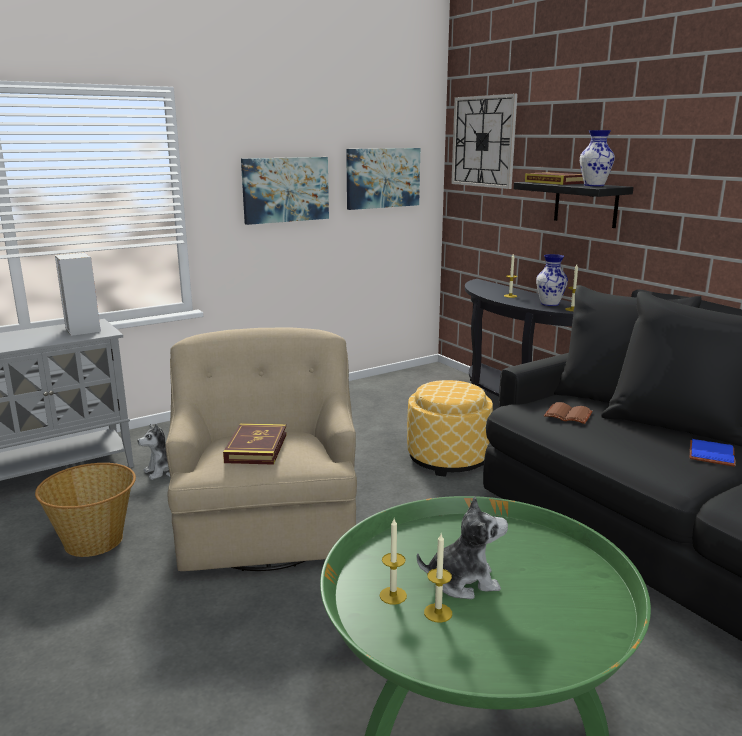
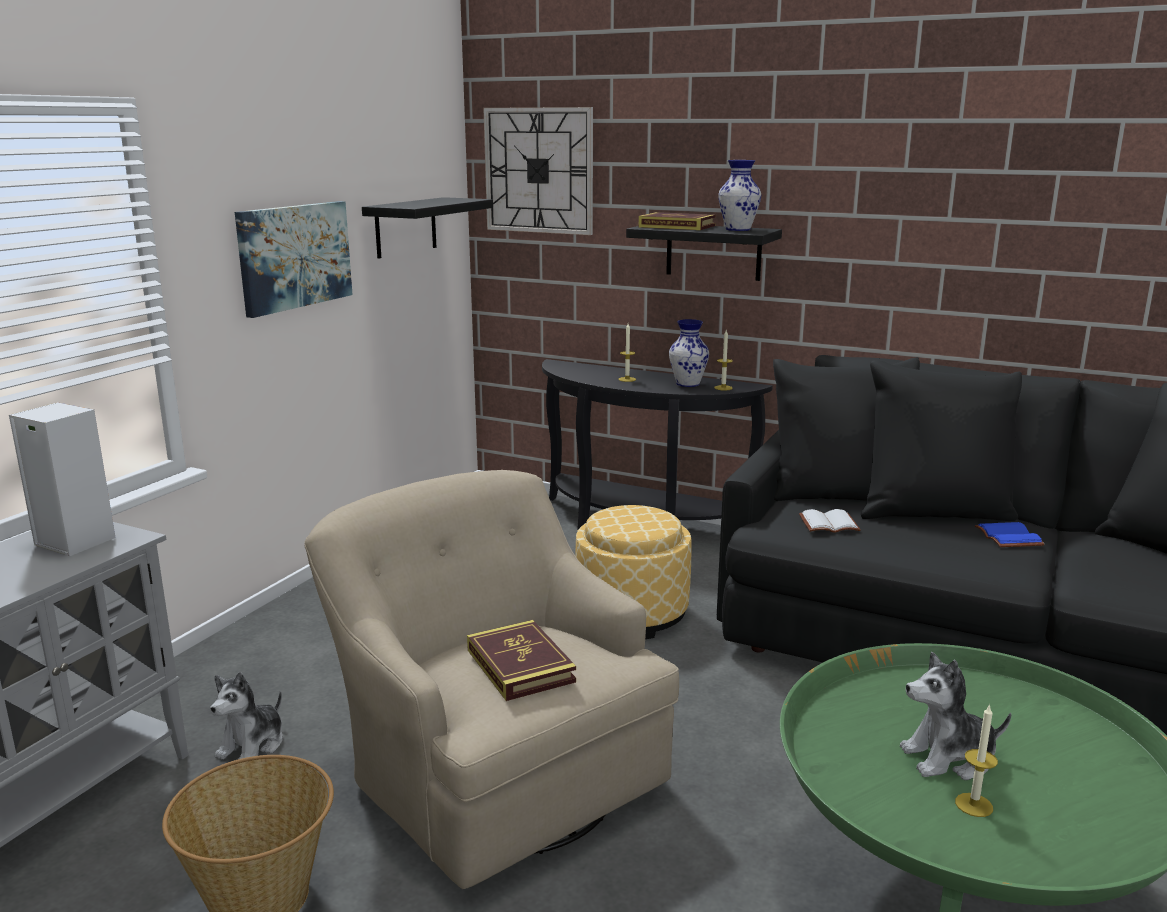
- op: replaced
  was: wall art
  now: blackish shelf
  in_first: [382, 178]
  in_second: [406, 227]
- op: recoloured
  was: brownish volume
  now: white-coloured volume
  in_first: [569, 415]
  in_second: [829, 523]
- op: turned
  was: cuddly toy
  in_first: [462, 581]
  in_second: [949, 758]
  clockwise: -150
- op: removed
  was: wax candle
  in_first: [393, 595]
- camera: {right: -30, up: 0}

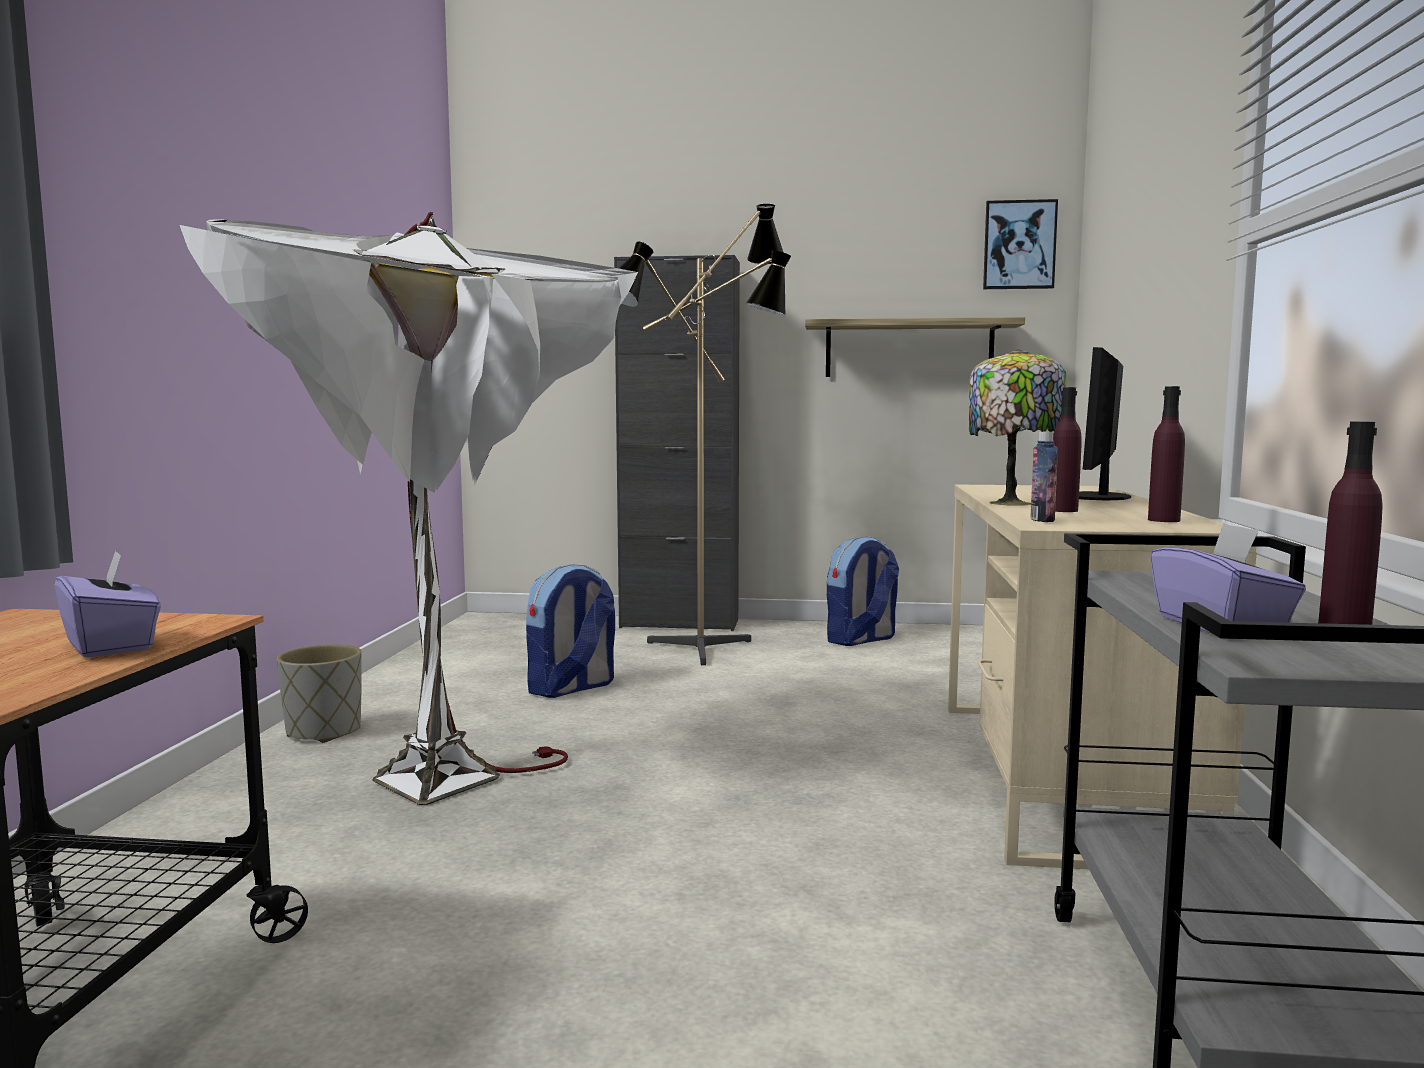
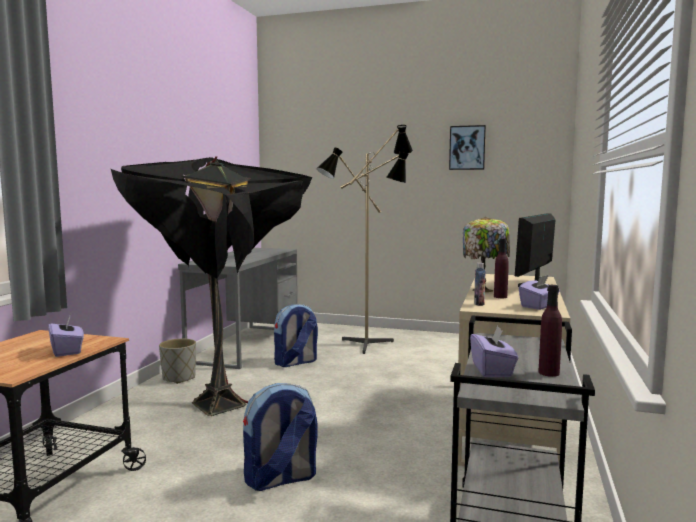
- op: recoloured
  was: white-coloured floor lamp
  now: blackish floor lamp
  in_first: [452, 790]
  in_second: [224, 410]
- op: added
  now: greyish desk table
  in_second: [246, 345]
- op: moved
  was: knapsack
  in_first: [860, 640]
  in_second: [280, 479]
- op: moved
  was: wall art
  in_first: [1019, 245]
  in_second: [467, 147]
- op: replaced
  was: purplish bottle
  now: purplish tissue holder
  in_first: [1163, 520]
  in_second: [538, 306]
- op: removed
  was: blackish storage cabinet
  in_first: [679, 623]
- op: removed
  was: shelf
  in_first: [909, 349]
- camera: {right: 10, up: 0}

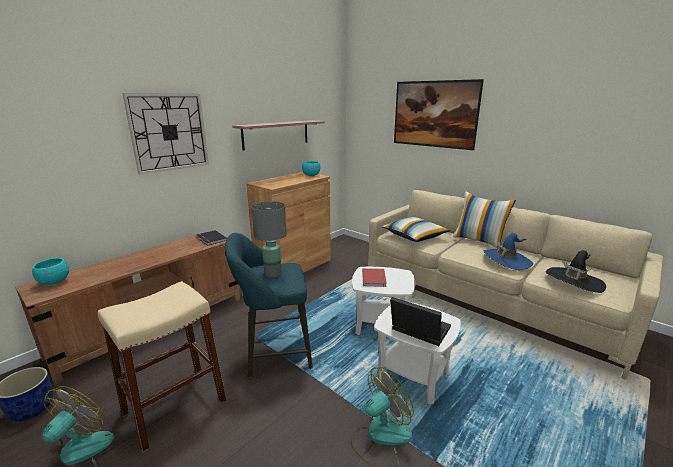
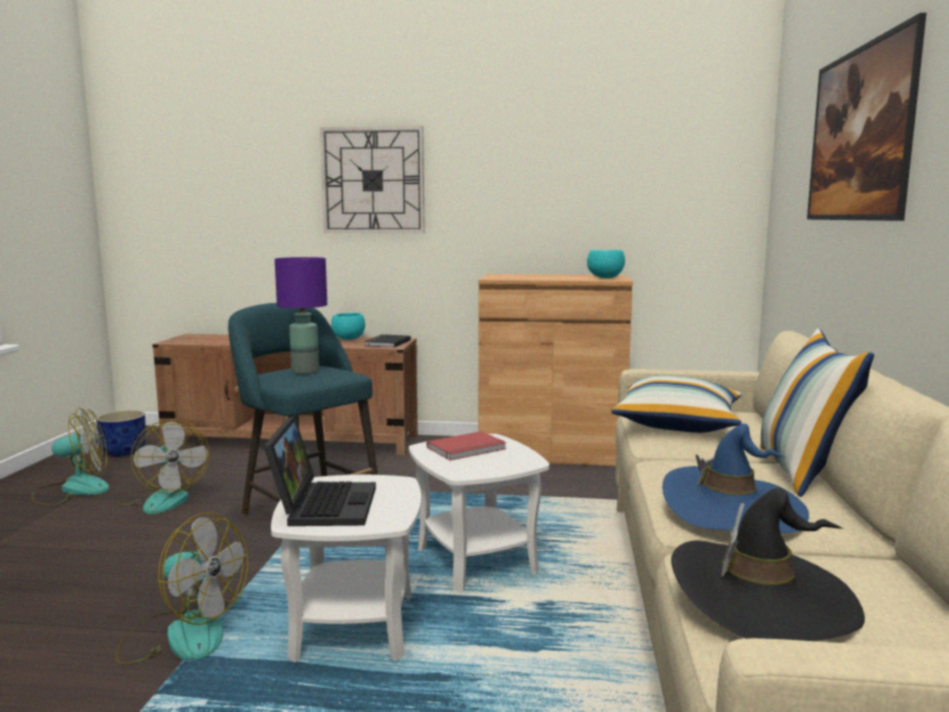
- op: replaced
  was: beige-coloured stool
  now: cooling fan
  in_first: [175, 406]
  in_second: [163, 499]
- op: recoloured
  was: greyish table lamp
  now: purplish table lamp
  in_first: [273, 274]
  in_second: [305, 371]
- op: moved
  was: blue-green deep dish
  in_first: [54, 282]
  in_second: [348, 339]
- op: removed
  was: shelf
  in_first: [276, 134]
- camera: {right: 55, up: -10}

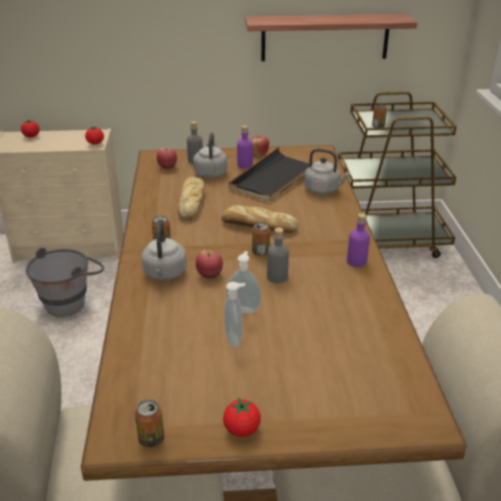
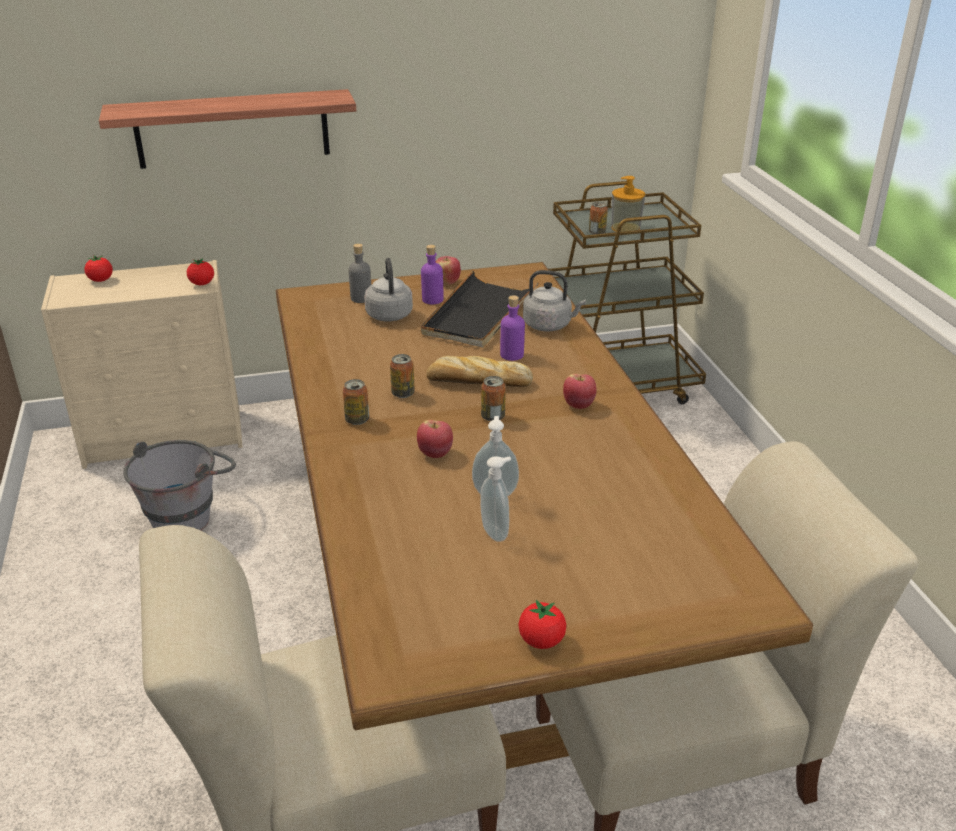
- op: moved
  was: shelf
  in_first: [325, 37]
  in_second: [232, 129]
- op: moved
  was: sealed can
  in_first: [151, 439]
  in_second: [403, 393]
- op: moved
  was: purplish bottle
  in_first: [356, 261]
  in_second: [512, 355]
- op: moved
  was: whole apple
  in_first: [167, 167]
  in_second: [579, 405]
- op: added
  now: liquid soap bottle
  in_second: [625, 228]
- op: removed
  was: greyish kettle
  in_first: [165, 274]
- op: removed
  was: bread
  in_first: [191, 202]
- op: removed
  was: greyish bottle
  in_first: [277, 277]
- camera: {right: -10, up: 0}

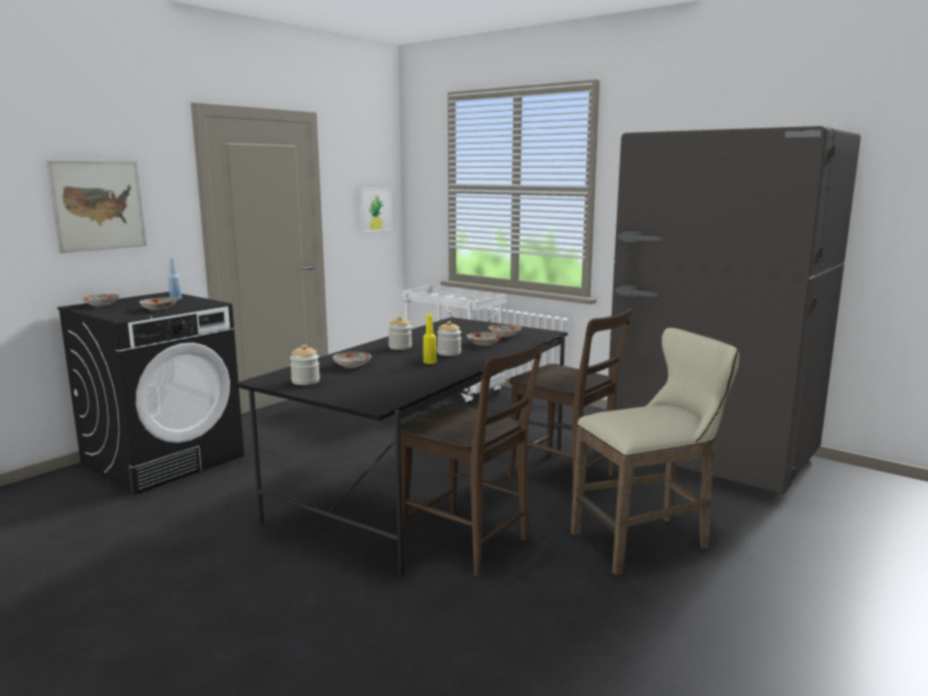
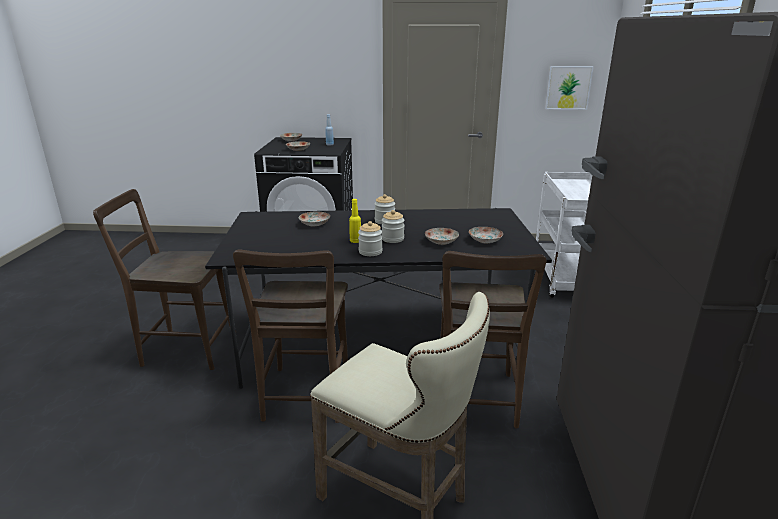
- op: added
  now: brownish plain chair
  in_second: [184, 348]
- op: moved
  was: jar
  in_first: [305, 381]
  in_second: [370, 252]
- op: removed
  was: wall art
  in_first: [98, 205]
- camera: {right: 55, up: 10}

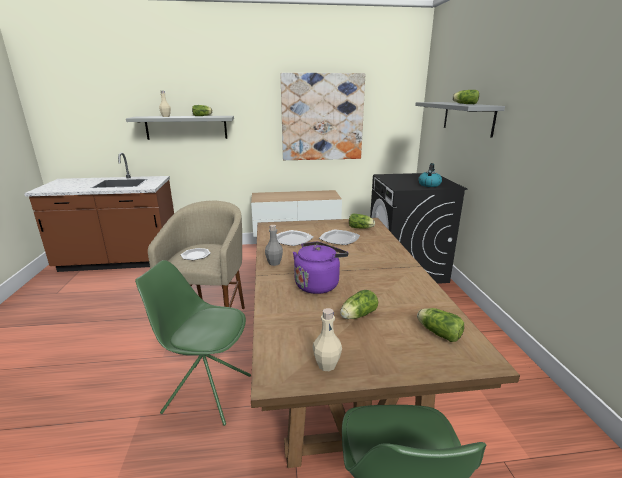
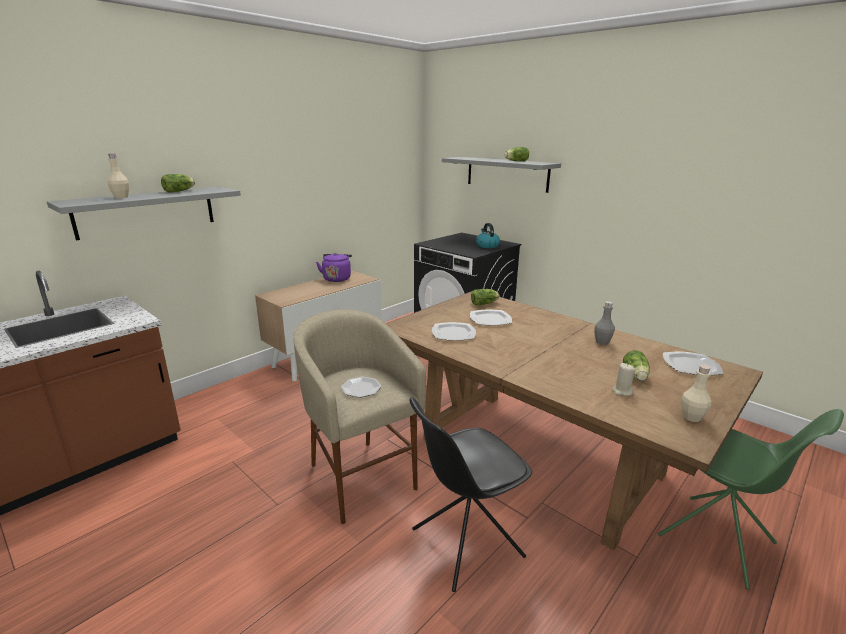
- op: moved
  was: purplish kettle
  in_first: [318, 284]
  in_second: [337, 278]
- op: recoloured
  was: green plain chair
  now: blackish plain chair
  in_first: [206, 393]
  in_second: [465, 543]
- op: moved
  was: greyish bottle
  in_first: [274, 263]
  in_second: [602, 342]
- op: added
  now: beige-coloured wax candle
  in_second: [622, 391]
- op: replaced
  was: lettuce head
  now: plate
  in_first: [437, 332]
  in_second: [691, 366]
- op: removed
  was: wall art
  in_first: [322, 117]
- camera: {right: -40, up: 0}

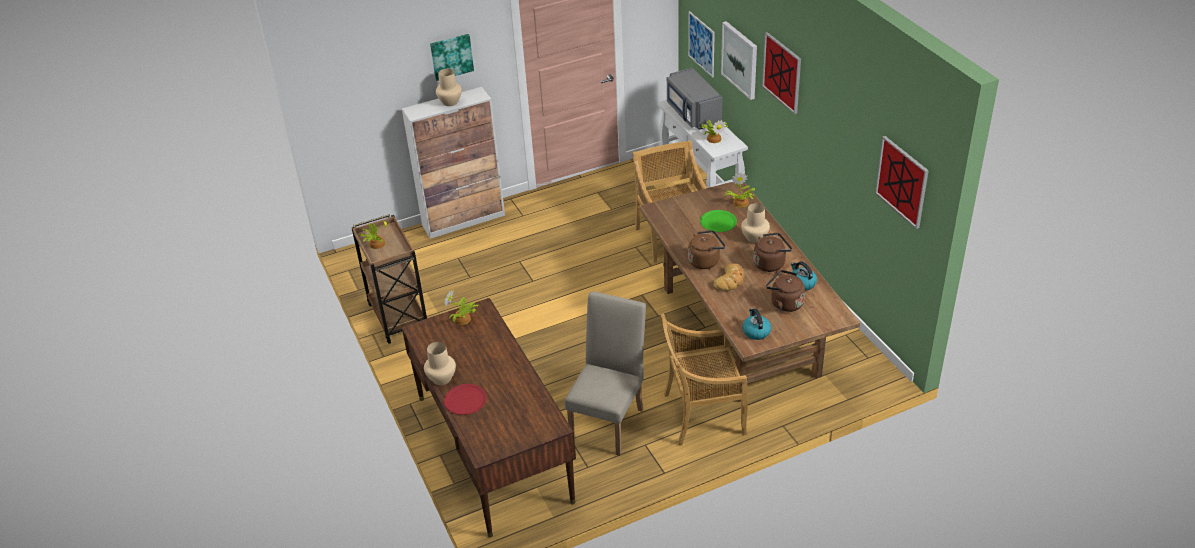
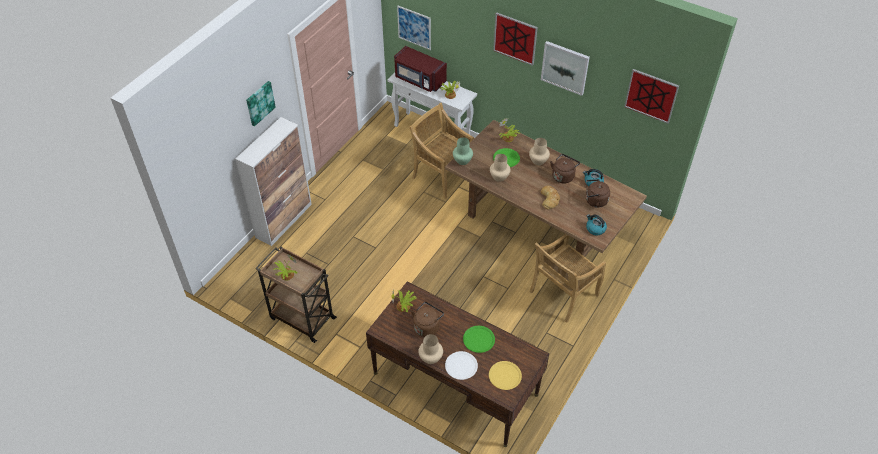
- op: recoloured
  was: greyish microwave
  now: reddish microwave
  in_first: [692, 113]
  in_second: [419, 80]
- op: moved
  was: brownish kettle
  in_first: [705, 261]
  in_second: [427, 326]
- op: recoloured
  was: reddish plate
  now: white-coloured plate
  in_first: [465, 400]
  in_second: [461, 366]
- op: added
  now: green decorative vase
  in_second: [463, 161]
- op: added
  now: green plate
  in_second: [479, 339]
- op: added
  now: yellowish plate
  in_second: [505, 376]
- op: moved
  was: beige-coloured decorative vase
  in_first: [450, 102]
  in_second: [499, 177]
- op: moved
  was: wall art
  in_first: [740, 59]
  in_second: [565, 67]
- op: removed
  was: beige-coloured plain chair
  in_first: [610, 421]
- camera: {right: -35, up: 10}

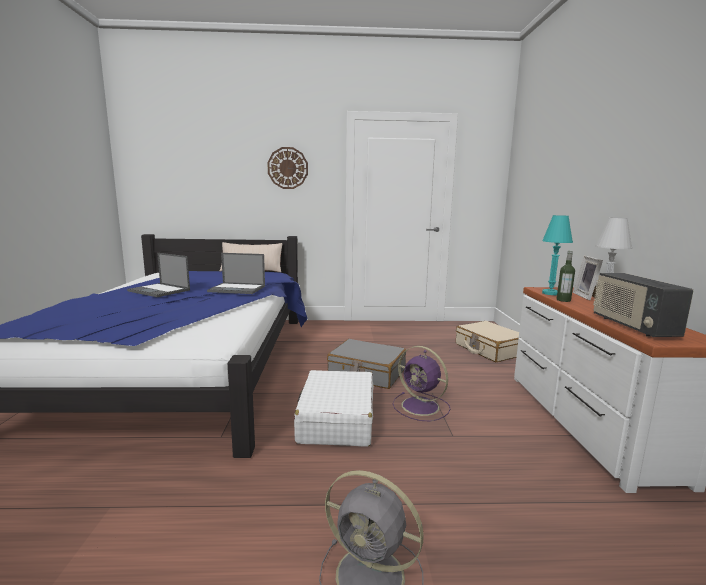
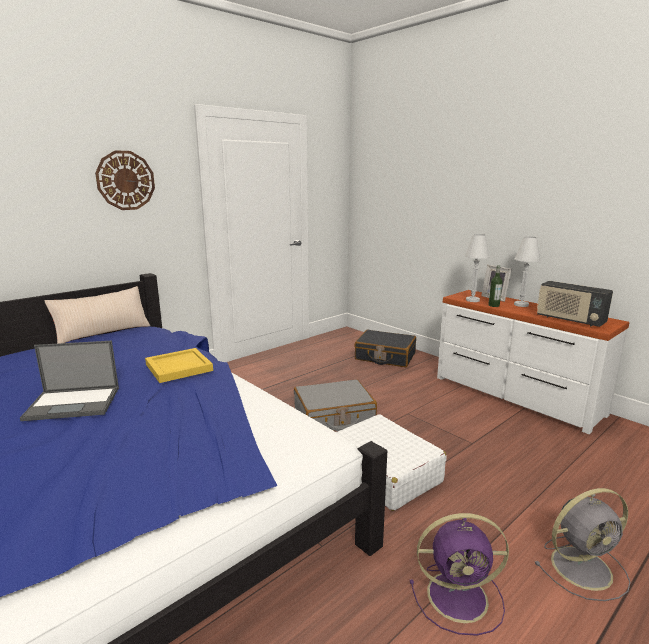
- op: replaced
  was: notebook computer
  now: yellowish serving tray
  in_first: [238, 289]
  in_second: [179, 367]
- op: recoloured
  was: beige-coloured piece of luggage
  now: blackish piece of luggage
  in_first: [489, 349]
  in_second: [385, 356]
- op: moved
  was: purplish cooling fan
  in_first: [421, 407]
  in_second: [460, 596]
- op: recoloured
  was: blue-green table lamp
  now: white-coloured table lamp
  in_first: [550, 293]
  in_second: [472, 300]
- camera: {right: -40, up: 5}

